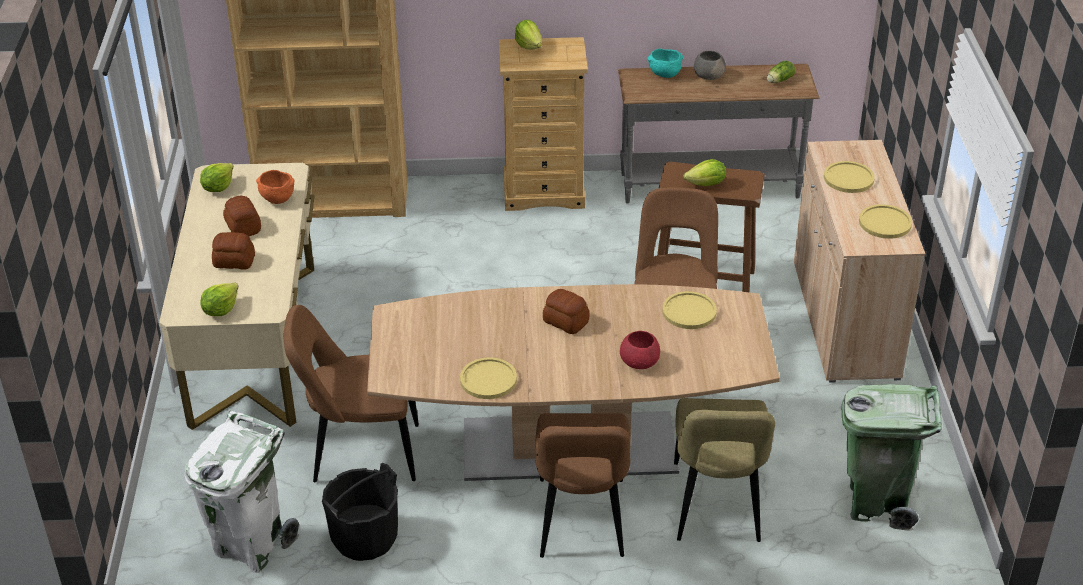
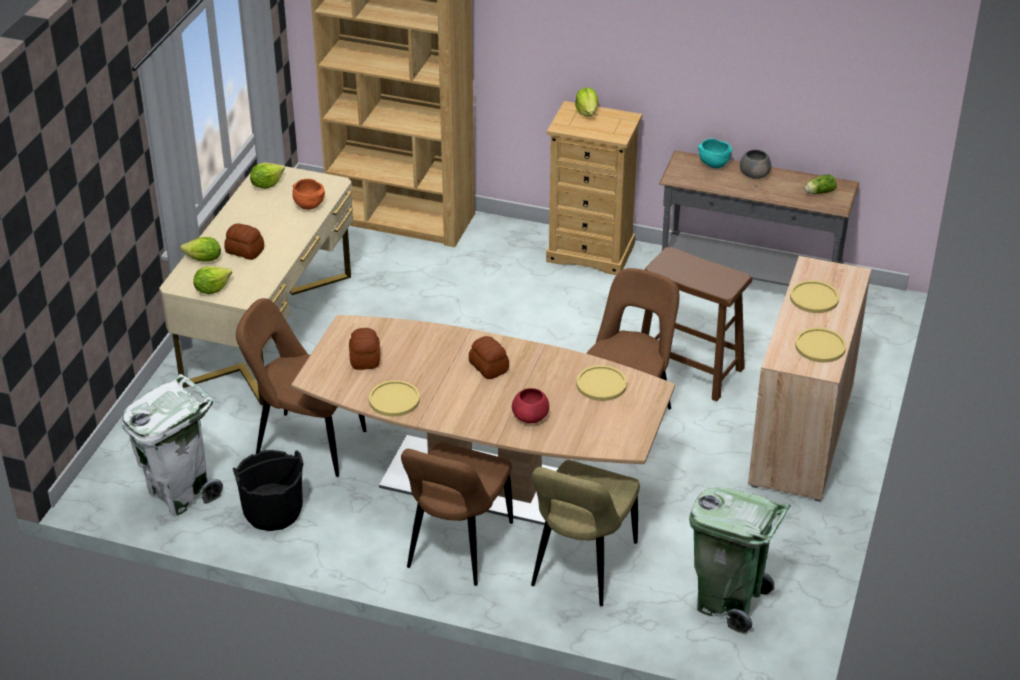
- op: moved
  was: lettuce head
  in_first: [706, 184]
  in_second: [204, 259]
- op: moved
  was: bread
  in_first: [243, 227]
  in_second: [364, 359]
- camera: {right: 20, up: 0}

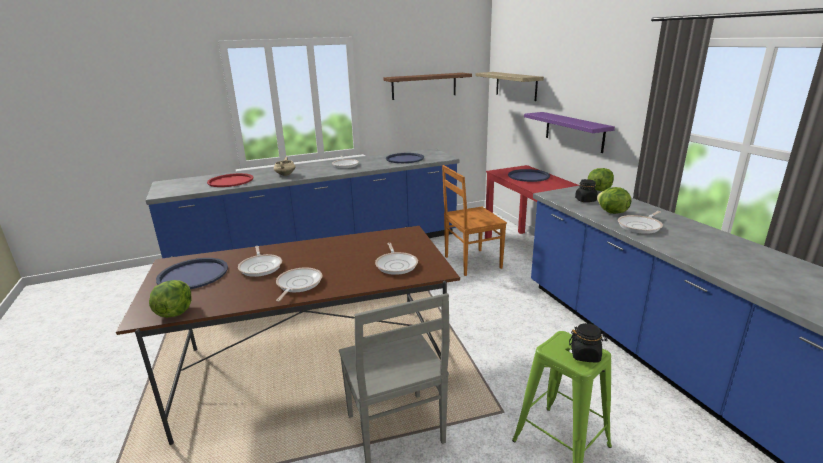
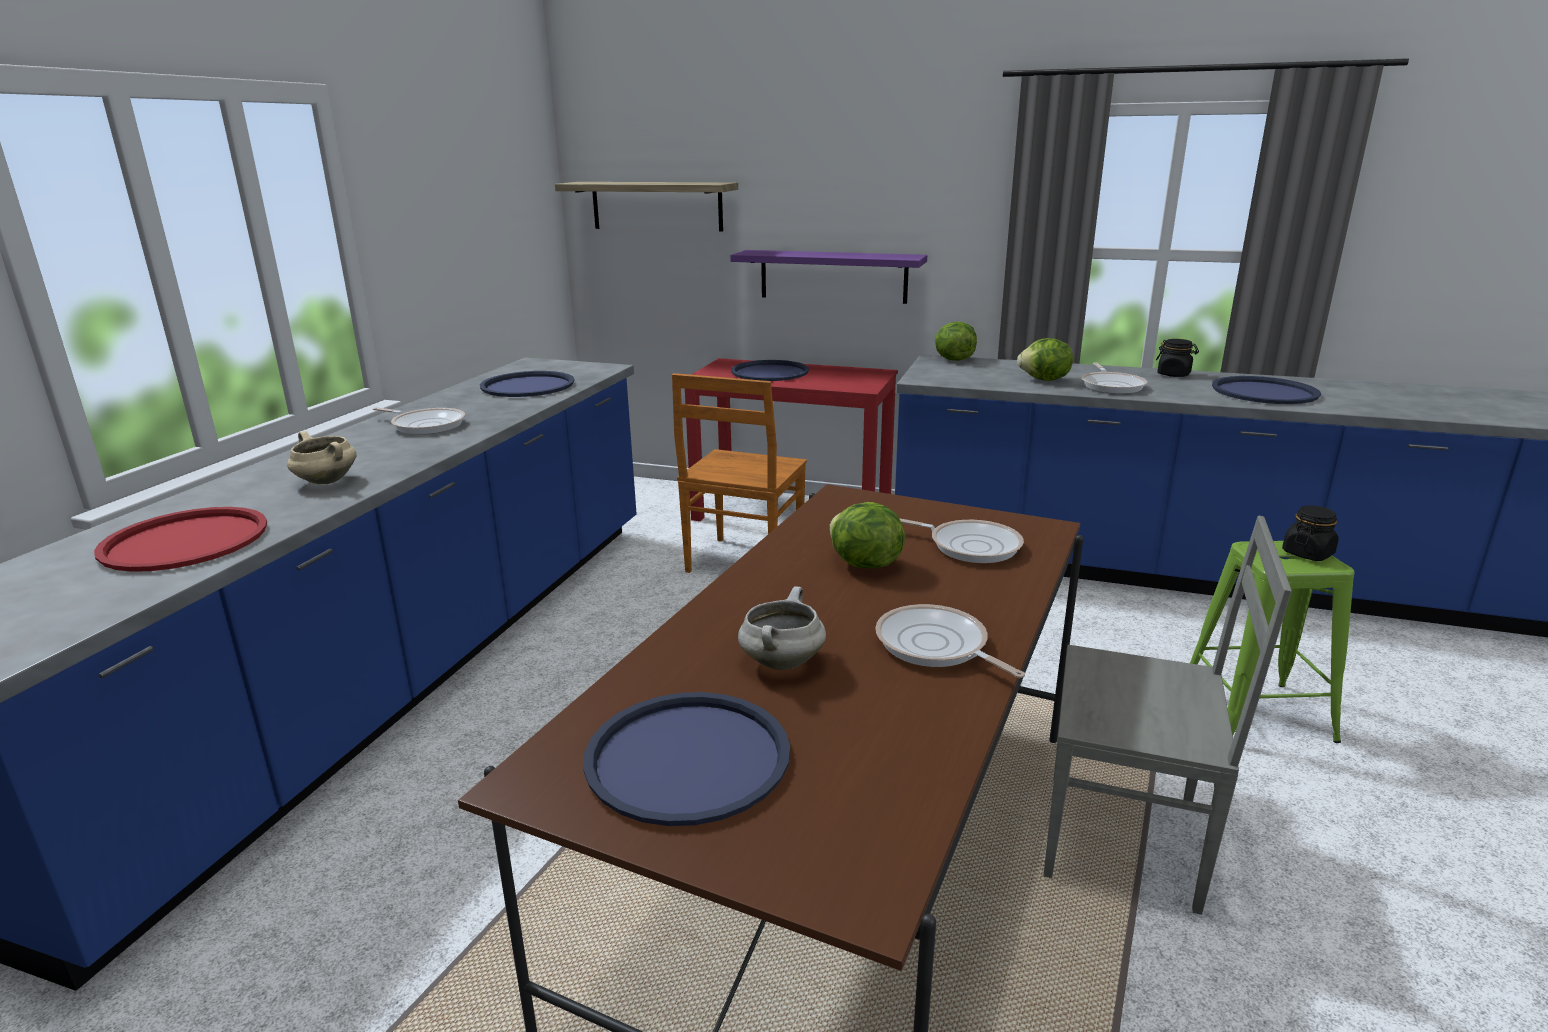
- op: replaced
  was: pan
  now: white-coloured cooking pot
  in_first: [261, 267]
  in_second: [781, 662]
- op: moved
  was: lettuce head
  in_first: [174, 312]
  in_second: [864, 564]
- op: moved
  was: blackish jar
  in_first: [585, 200]
  in_second: [1174, 374]
- op: added
  now: blue serving tray
  in_second: [1264, 392]
- op: removed
  was: brownish shelf
  in_first: [424, 86]
- camera: {right: -50, up: 0}

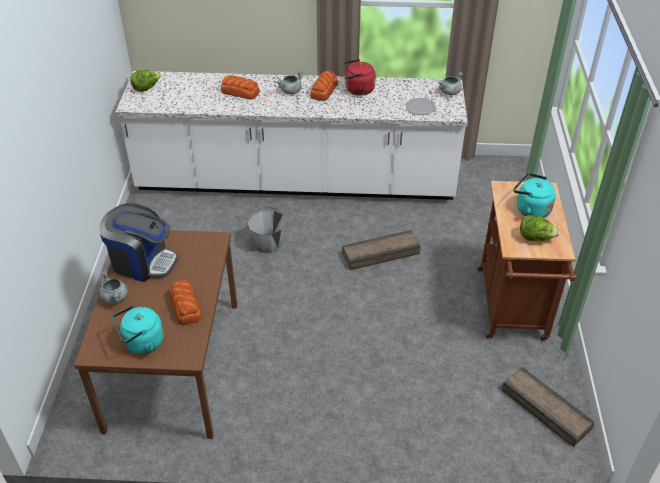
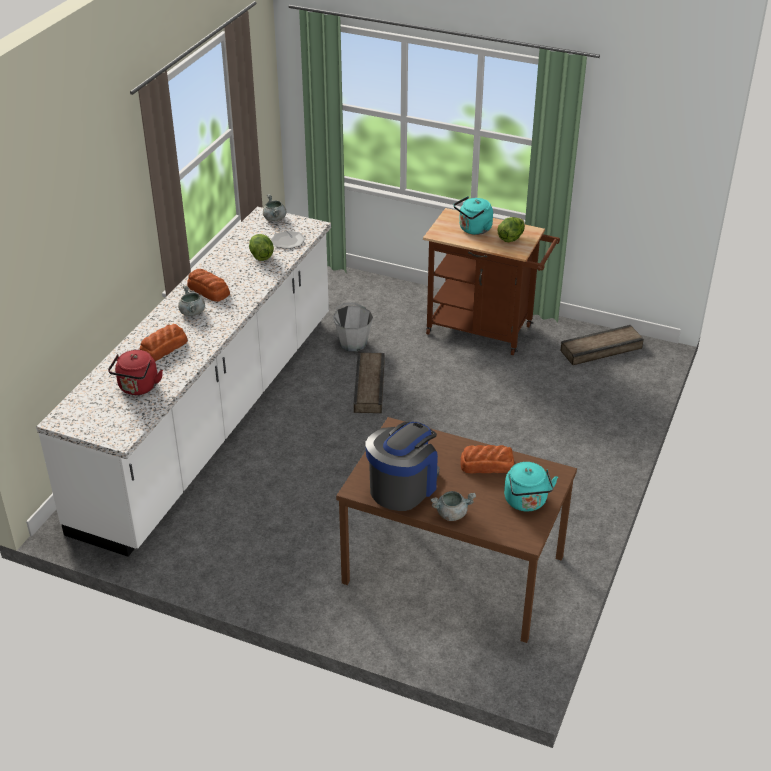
- op: moved
  was: reddish kettle
  in_first: [357, 90]
  in_second: [138, 388]
- op: moved
  was: lettuce head
  in_first: [146, 88]
  in_second: [261, 256]
- op: moved
  was: greyish pail
  in_first: [268, 244]
  in_second: [353, 343]
- camera: {right: -70, up: -5}

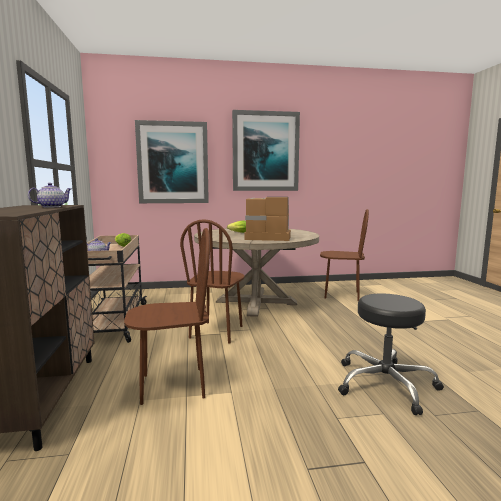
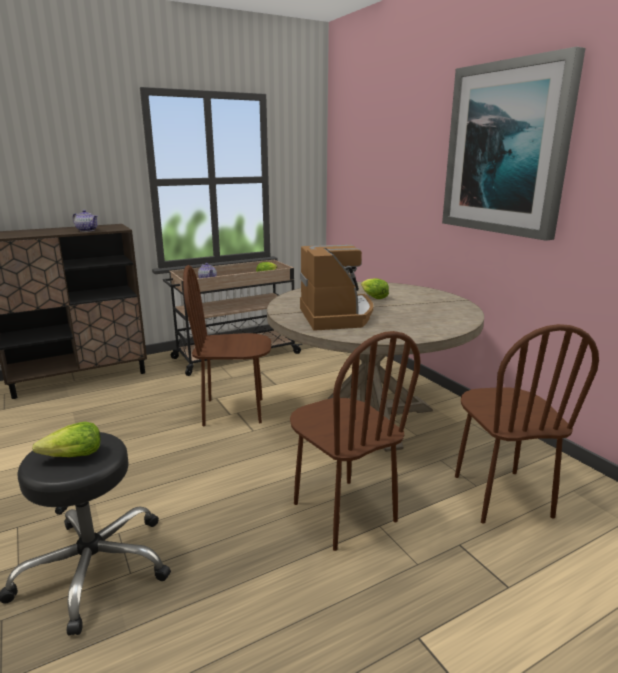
- op: added
  now: lettuce head
  in_second: [73, 456]
- op: moved
  was: brownish plain chair
  in_first: [173, 385]
  in_second: [343, 512]
- op: removed
  was: wall art
  in_first: [173, 163]
- camera: {right: 70, up: 10}

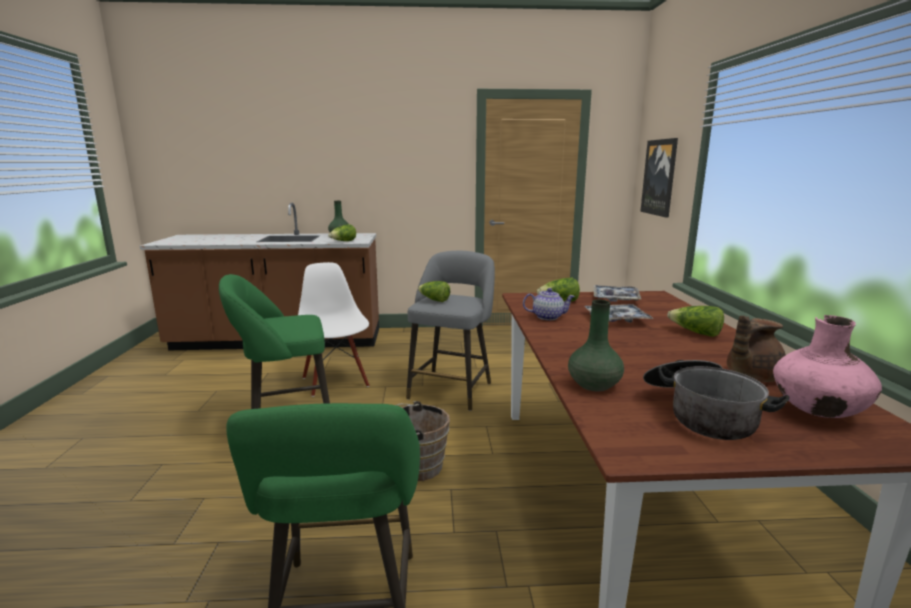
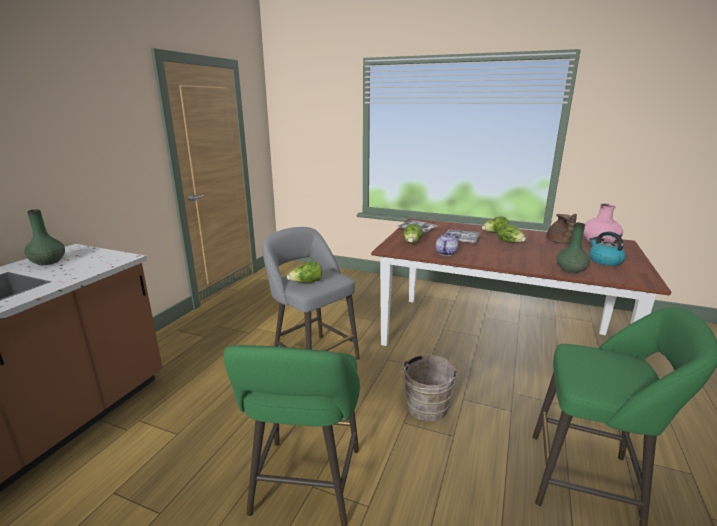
- op: moved
  was: lettuce head
  in_first: [343, 241]
  in_second: [510, 243]
- op: replaced
  was: cooking pot
  now: kettle
  in_first: [700, 413]
  in_second: [604, 261]
- op: removed
  was: white-coloured plain chair
  in_first: [336, 381]
- op: removed
  was: wall art
  in_first: [659, 177]
- camera: {right: -65, up: 5}

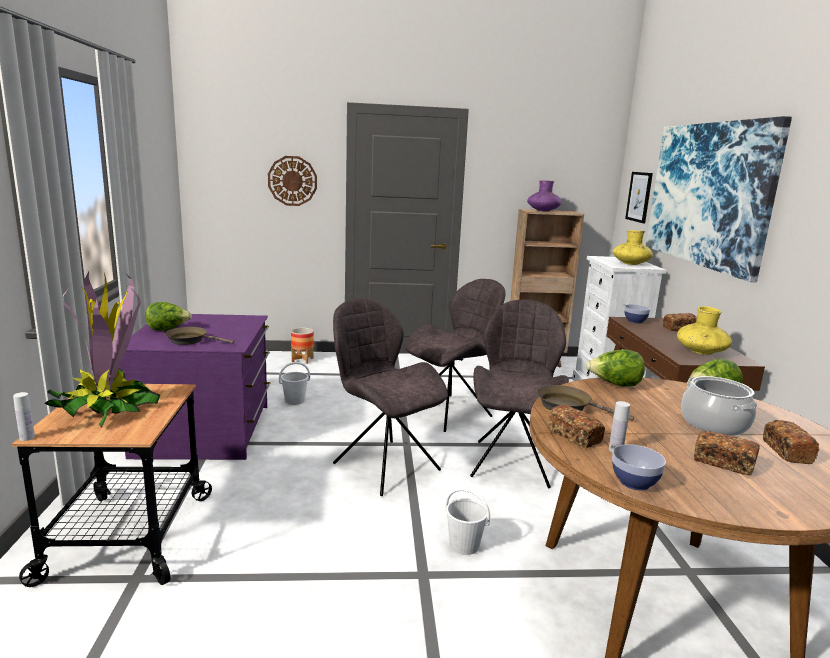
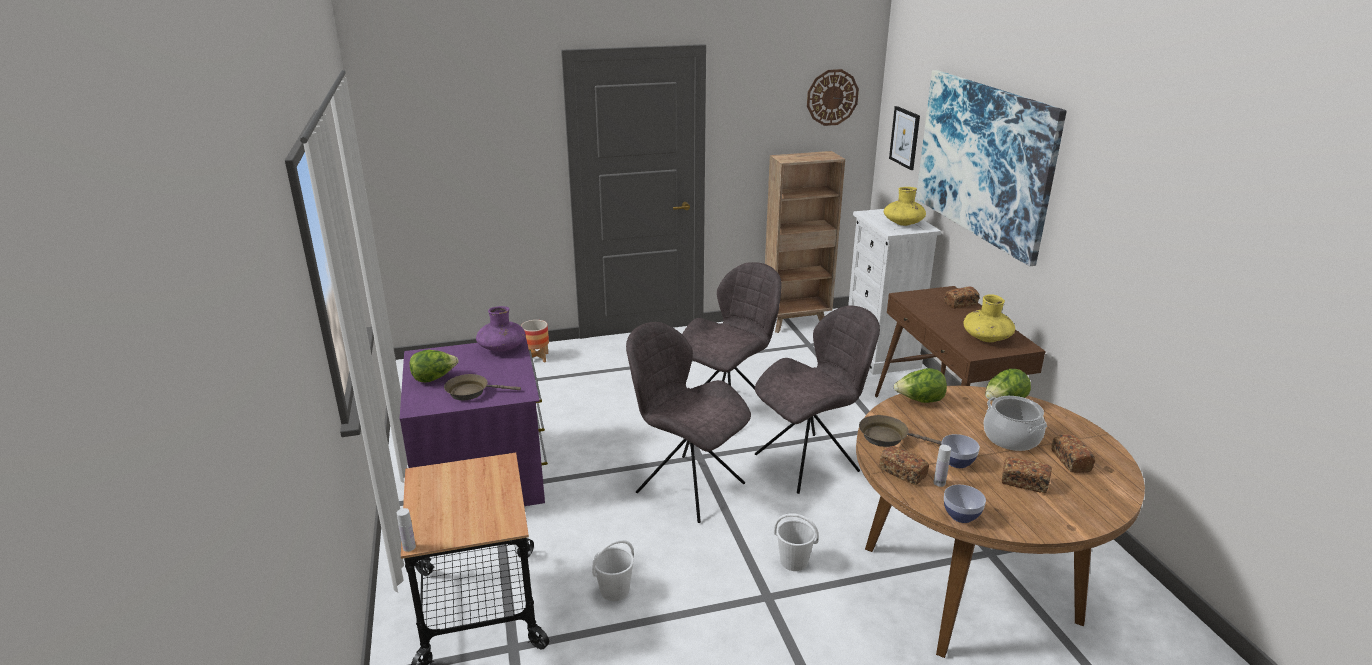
- op: moved
  was: purplish decorative vase
  in_first: [543, 211]
  in_second: [502, 348]
- op: moved
  was: white-coloured pail
  in_first: [295, 401]
  in_second: [615, 590]
- op: turned
  was: greyish plain chair
  in_first: [512, 462]
  in_second: [810, 462]
  clockwise: 60
- op: moved
  was: hanging clock
  in_first: [292, 181]
  in_second: [832, 97]
- op: moved
  was: deep dish
  in_first: [635, 321]
  in_second: [957, 462]
- op: removed
  was: houseplant
  in_first: [106, 407]
- camera: {right: -10, up: 10}

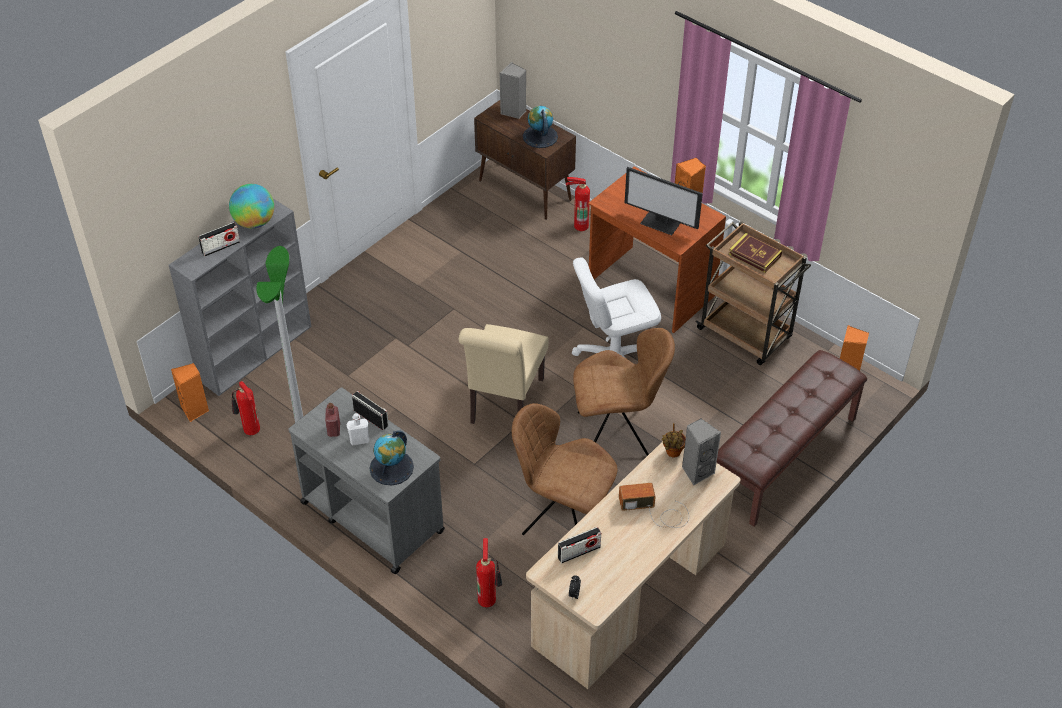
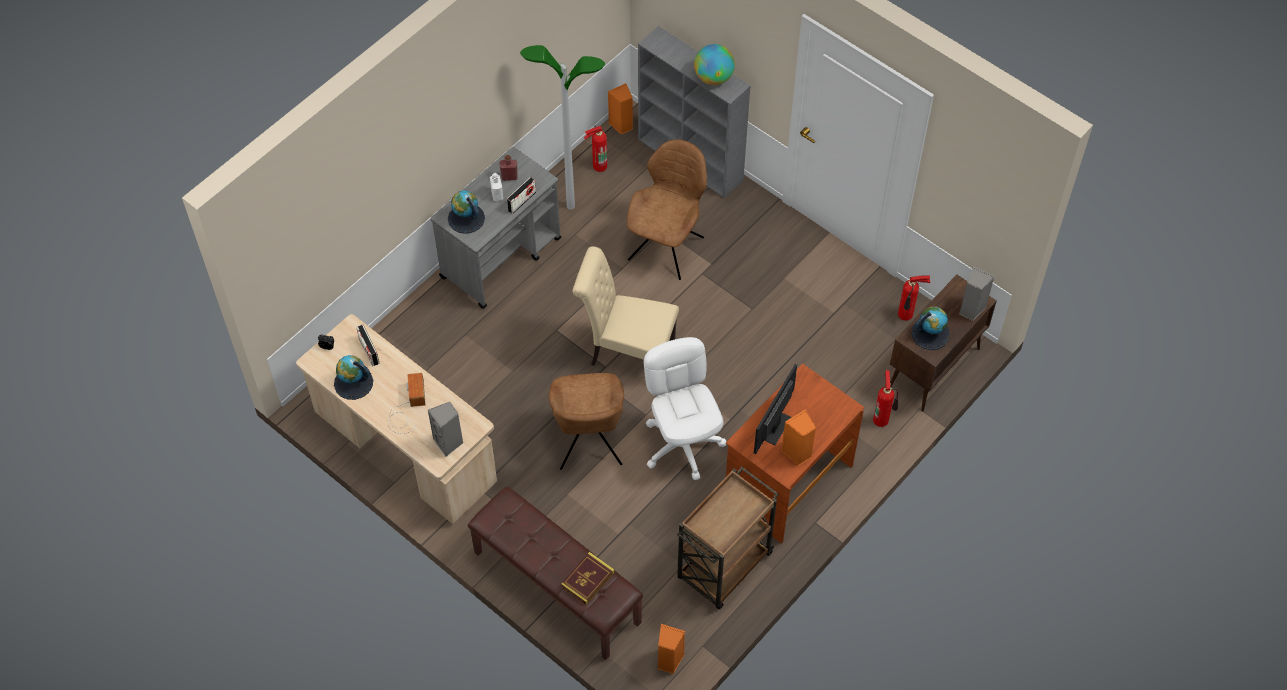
- op: added
  now: desk globe
  in_second: [353, 383]
- op: moved
  was: volume
  in_first: [755, 255]
  in_second: [587, 579]
- op: moved
  was: brownish plain chair
  in_first: [563, 520]
  in_second: [667, 246]
- op: moved
  was: extinguisher
  in_first: [488, 598]
  in_second: [906, 315]
- op: removed
  was: radio
  in_first: [221, 247]
- op: removed
  was: houseplant
  in_first: [672, 453]
- camera: {right: 90, up: 10}

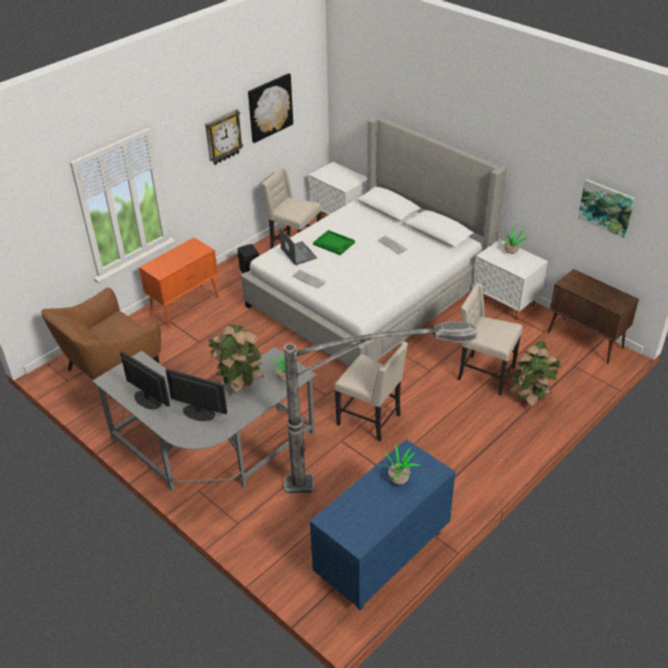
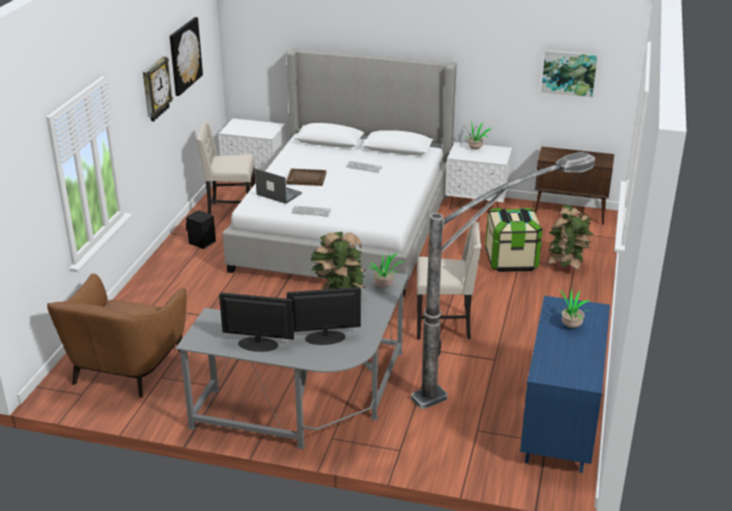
- op: recoloured
  was: green serving tray
  now: brownish serving tray
  in_first: [334, 243]
  in_second: [306, 178]
- op: replaced
  was: beige-coloured plain chair
  now: storage box
  in_first: [484, 374]
  in_second: [511, 261]
- op: removed
  was: orange storage cabinet
  in_first: [185, 305]
- camera: {right: -30, up: -10}

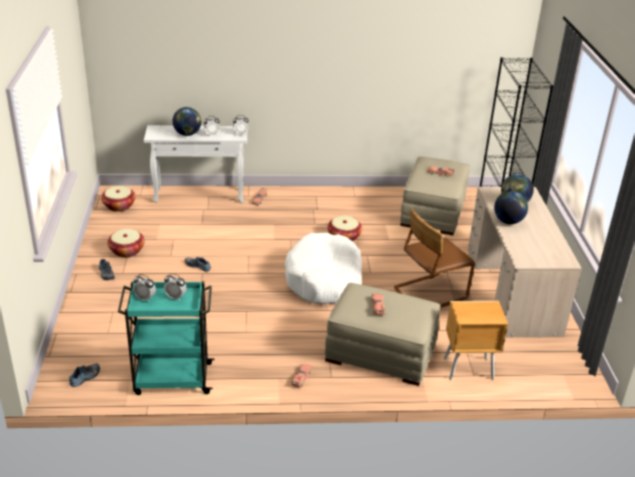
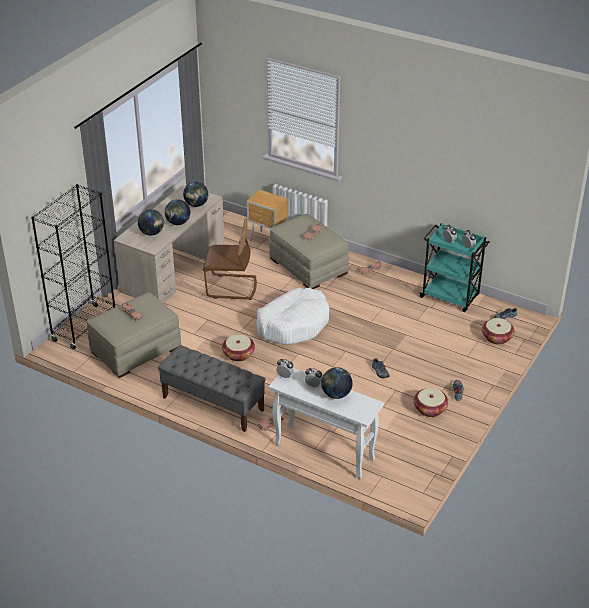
- op: added
  now: greyish indoor bench
  in_second: [212, 404]
- op: added
  now: desk globe
  in_second: [196, 205]
- op: moved
  was: storage basket
  in_first: [119, 206]
  in_second: [497, 337]
- camera: {right: -145, up: 5}

